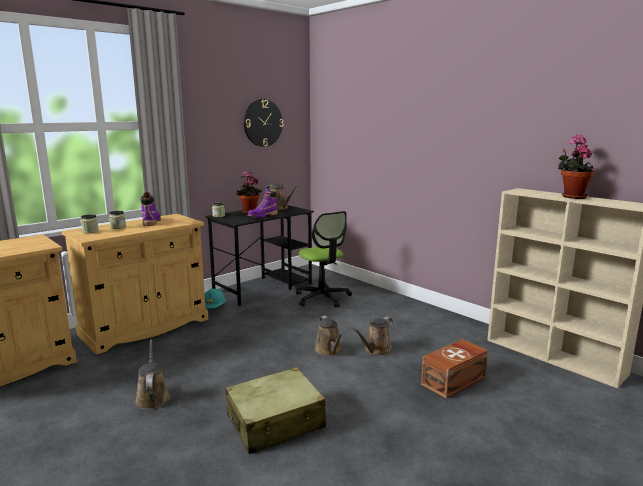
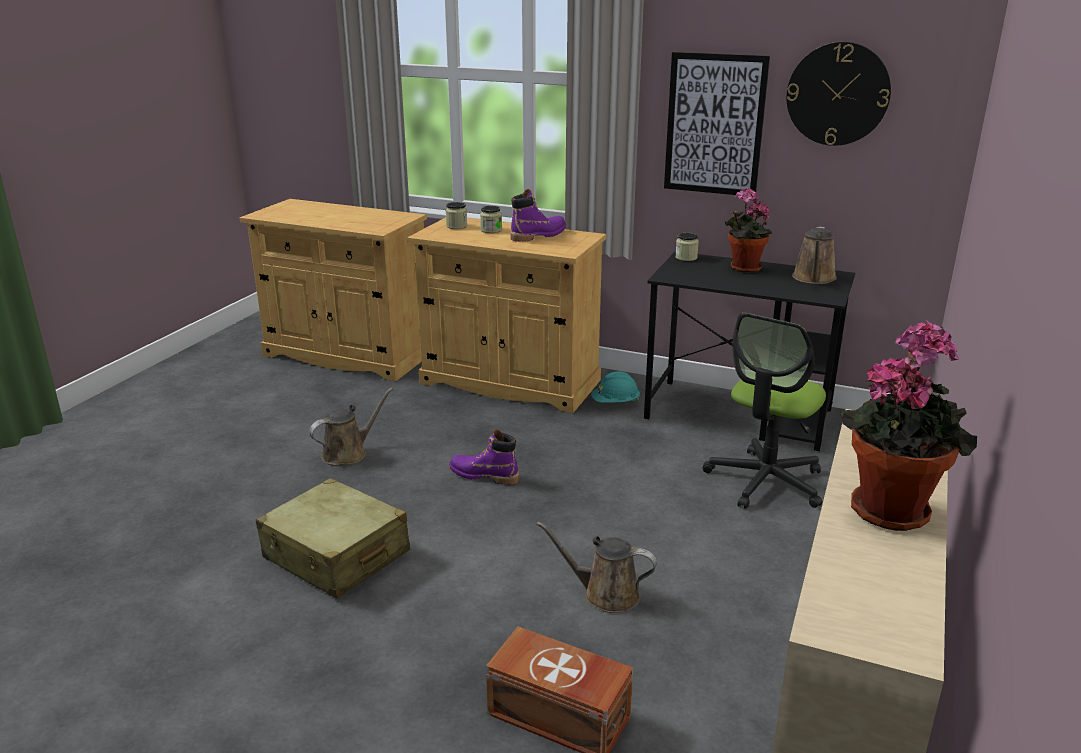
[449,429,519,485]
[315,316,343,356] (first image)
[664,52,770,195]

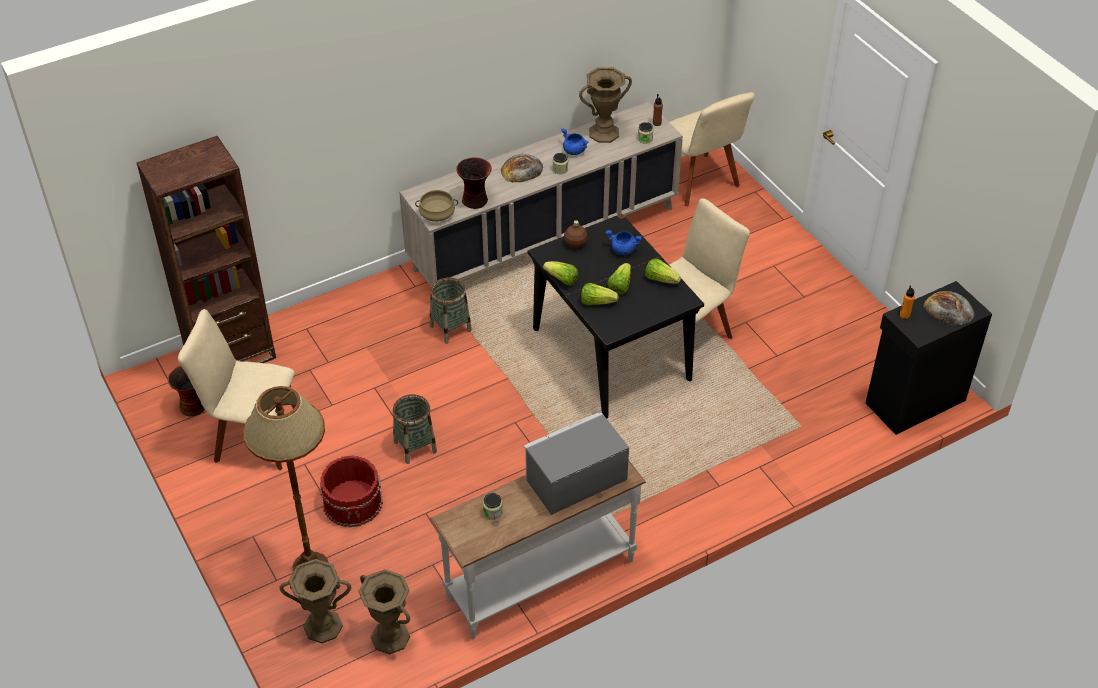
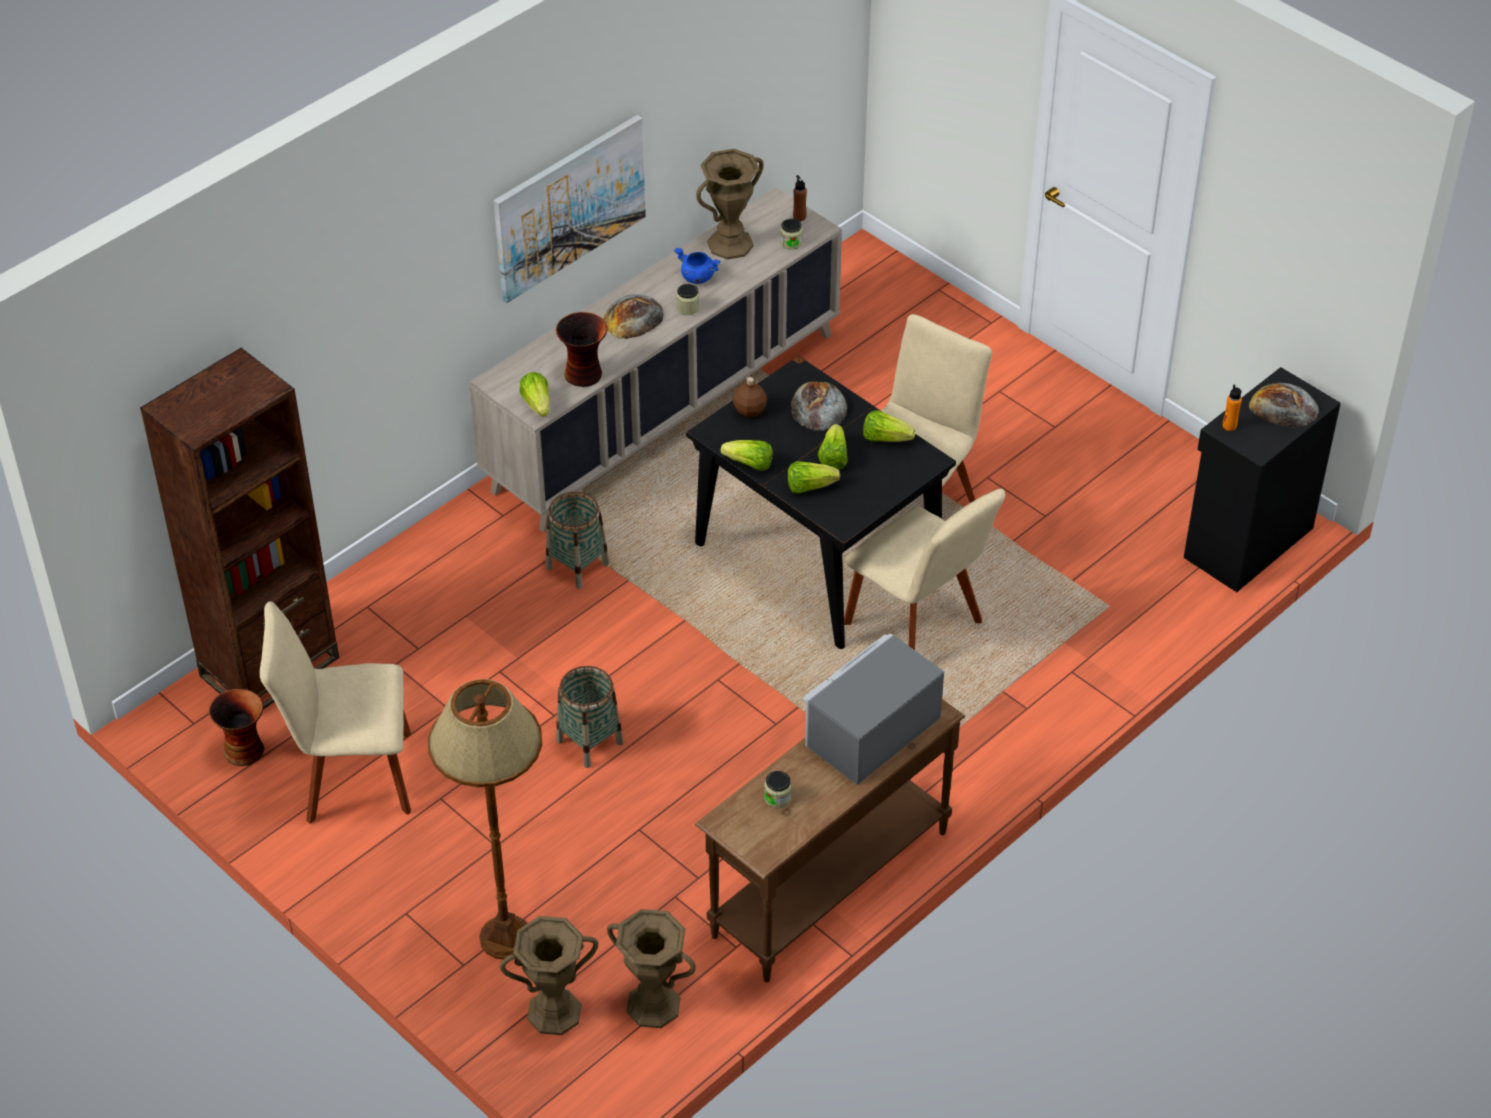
[320,455,383,527] (first image)
[520,372,549,417]
[695,699,965,982]
[791,382,847,431]
[844,489,1006,650]
[494,115,646,303]

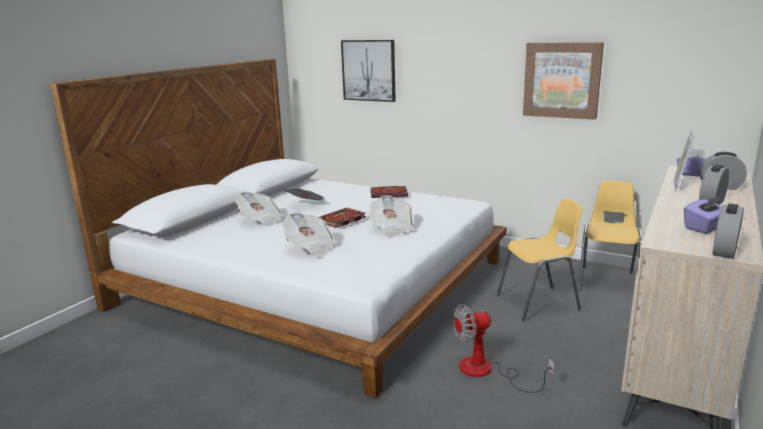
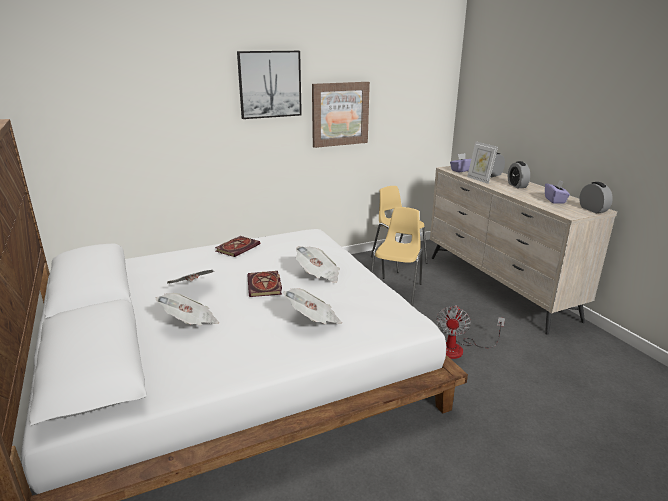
[237,51,302,119]

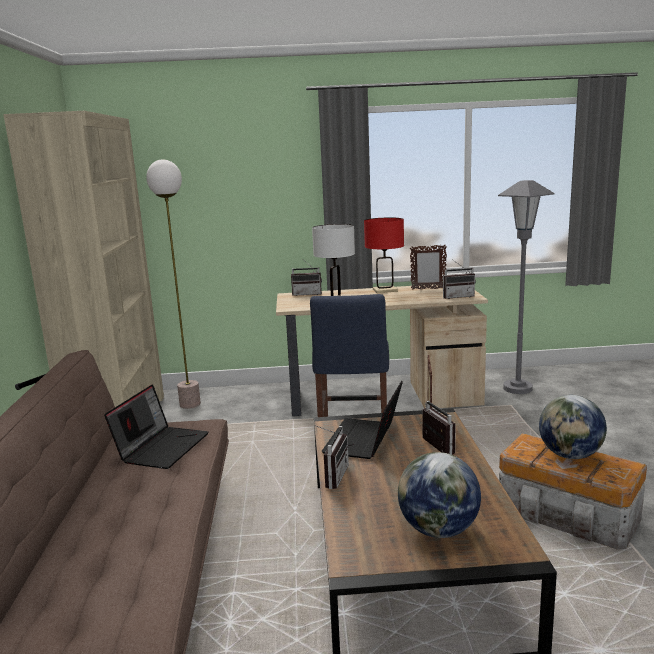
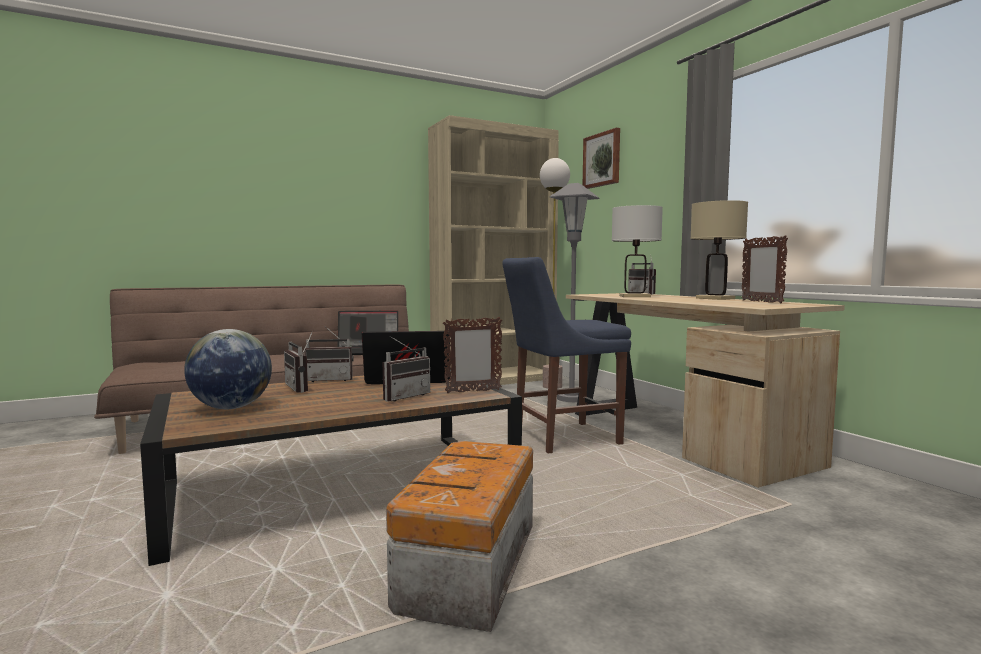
[690,200,748,300]
[284,331,313,393]
[550,183,600,402]
[539,395,607,459] (first image)
[583,128,620,189]

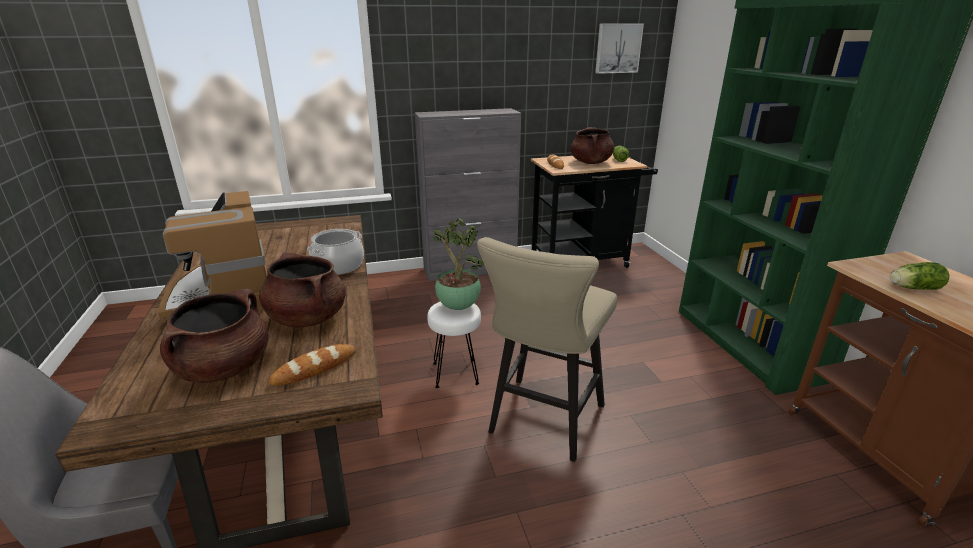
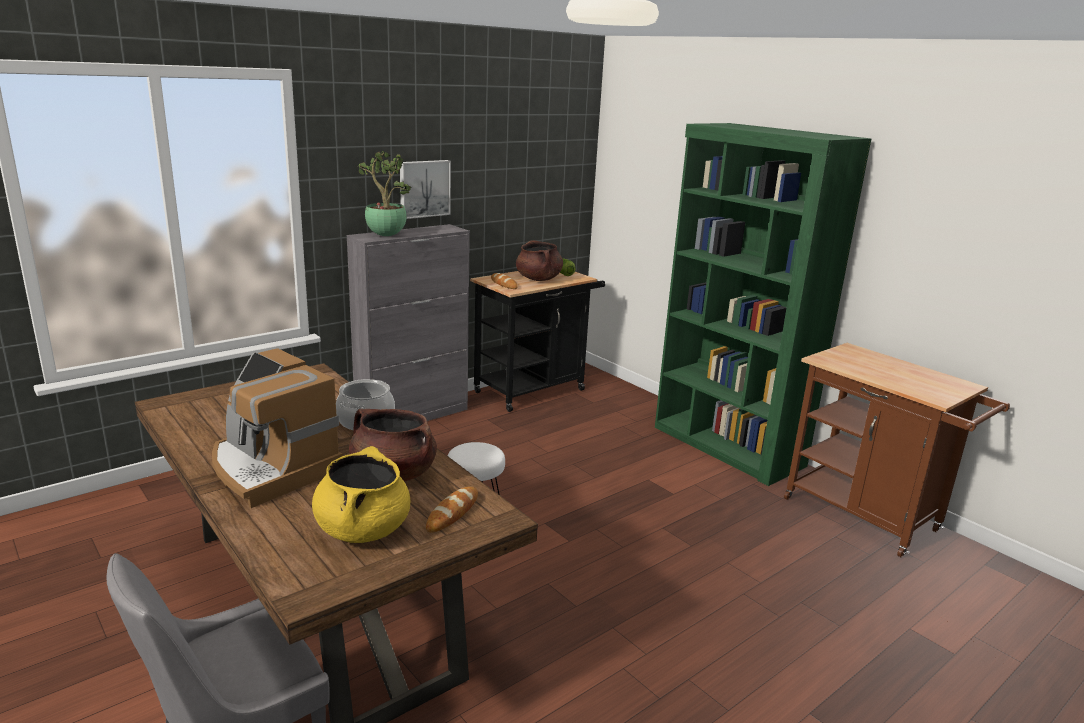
[312,446,411,543]
[358,151,412,236]
[477,237,617,462] (first image)
[400,160,451,219]
[890,262,950,290] (first image)

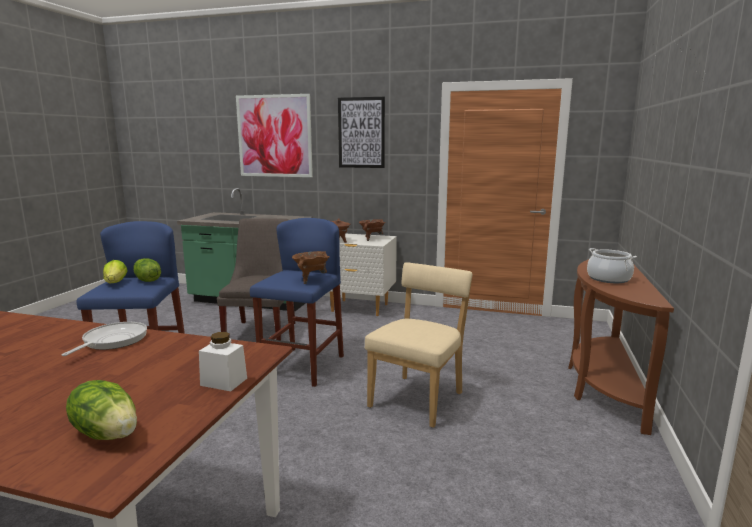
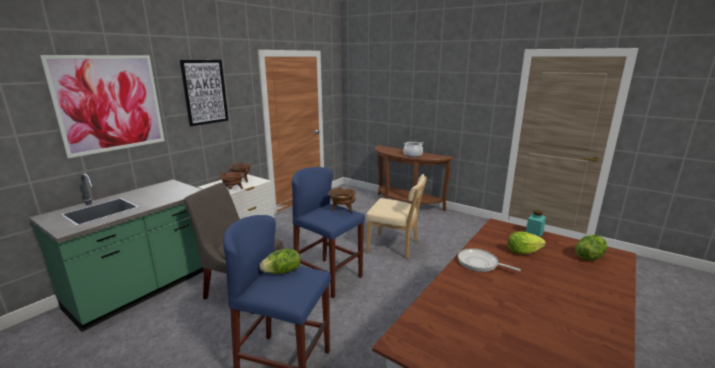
[508,231,546,254]
[526,210,546,237]
[366,174,427,259]

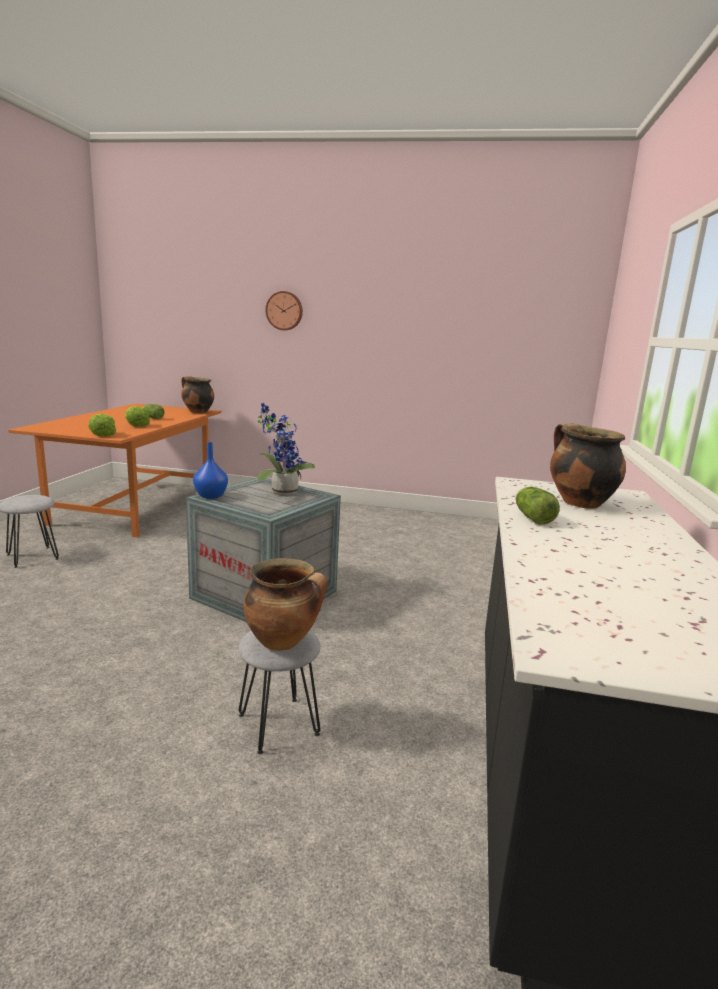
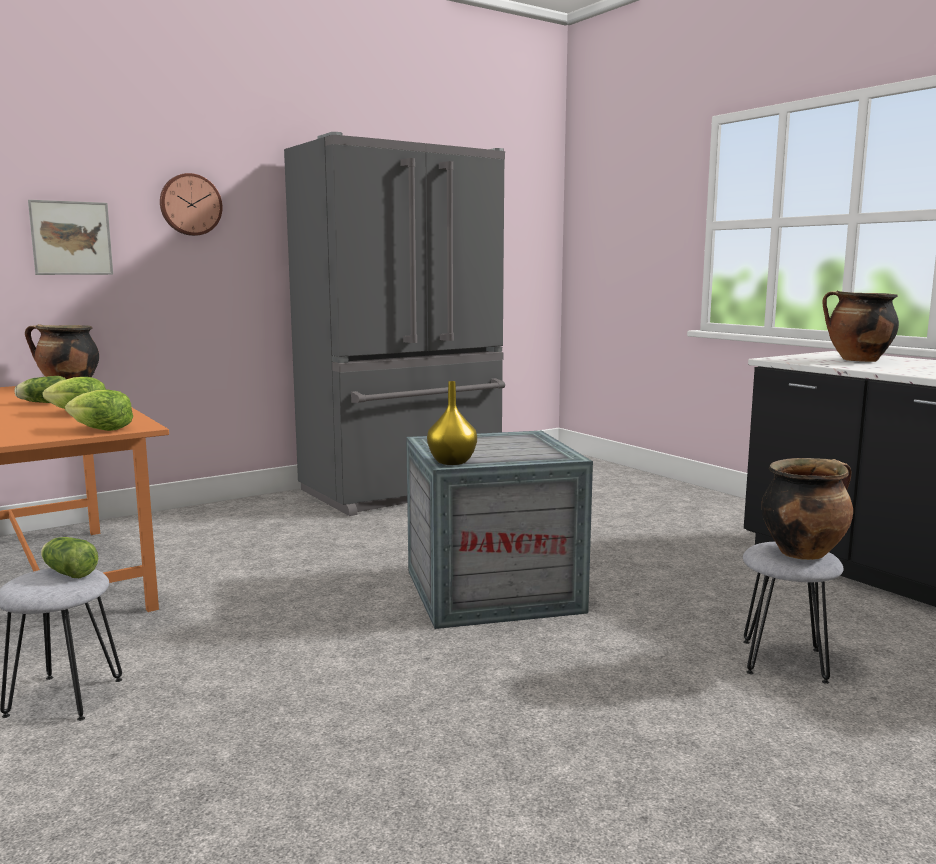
[427,381,477,465]
[258,403,315,495] (first image)
[41,537,98,578]
[28,200,113,275]
[284,132,505,516]

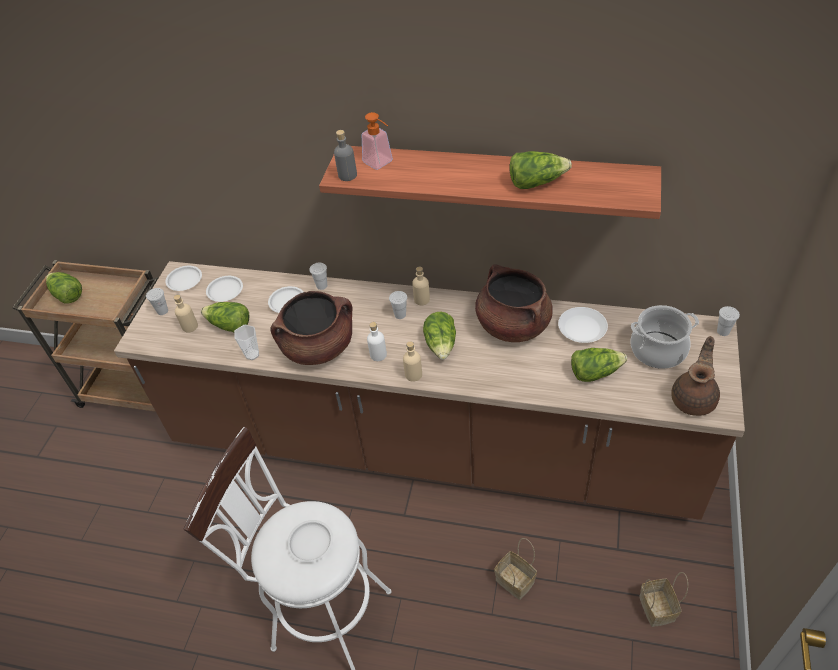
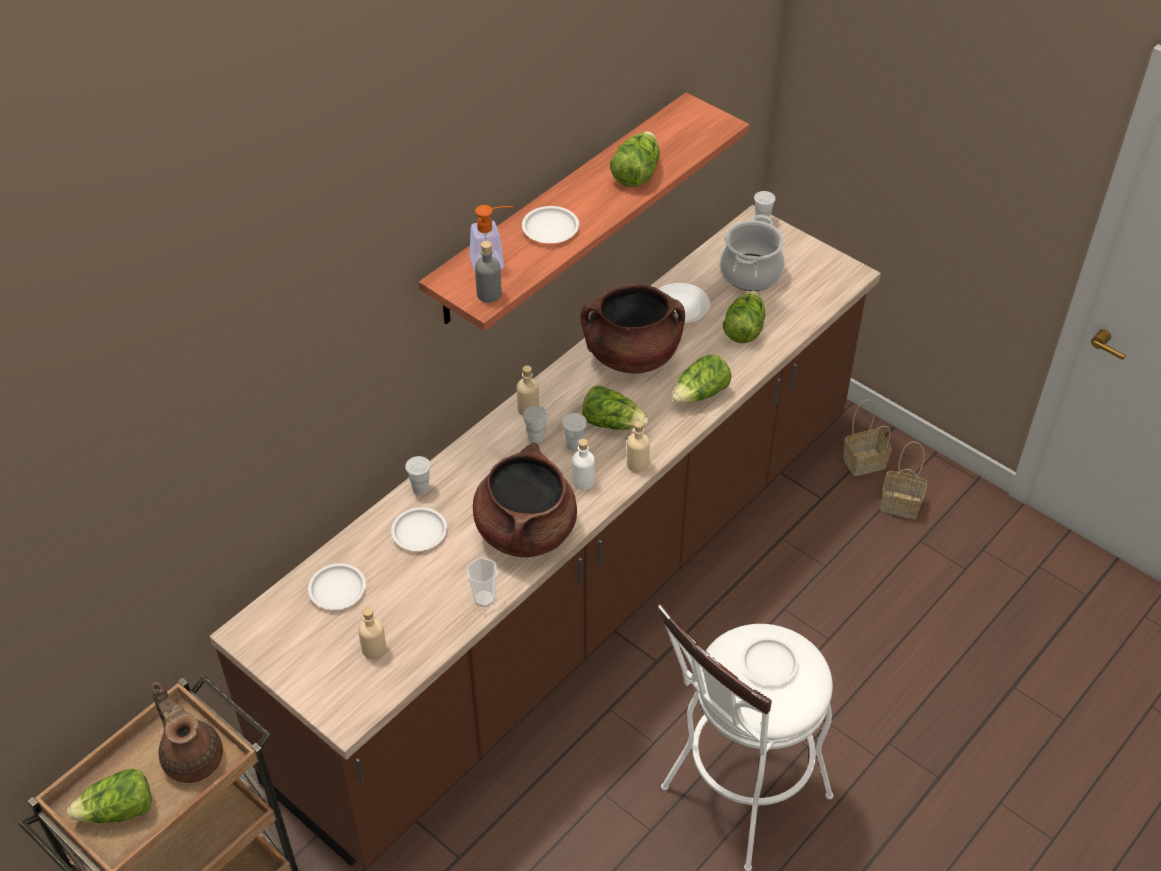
[562,413,587,451]
[522,206,579,243]
[672,355,731,403]
[843,399,892,476]
[152,682,223,783]

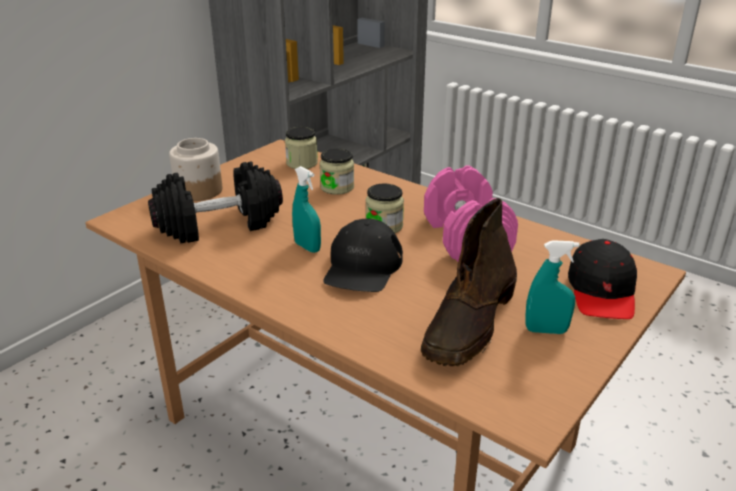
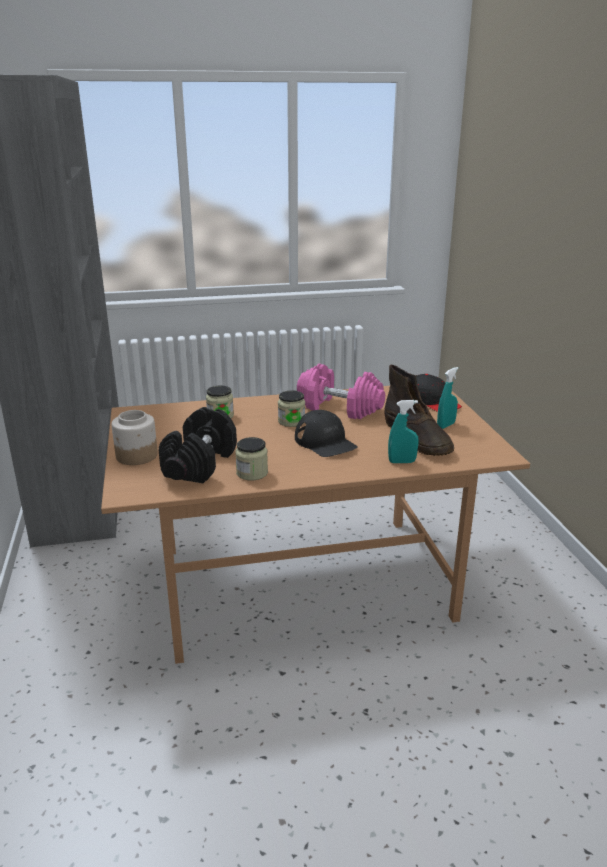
[235,437,268,481]
[388,400,419,463]

